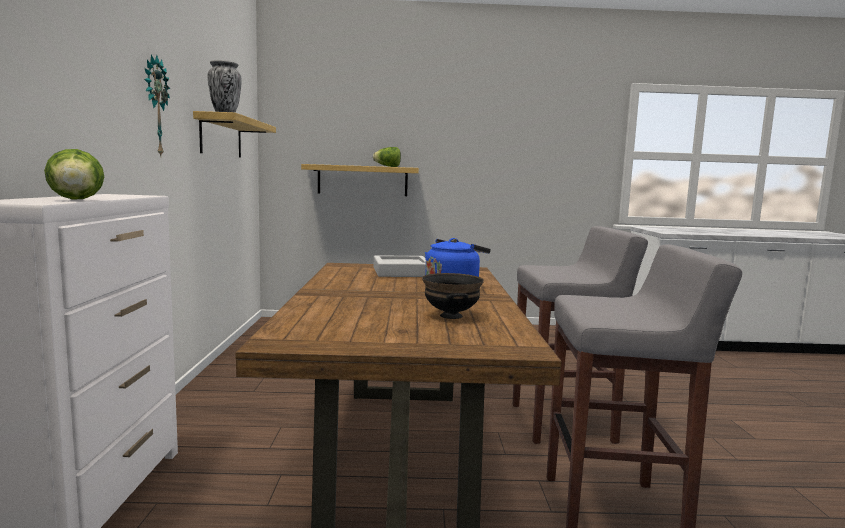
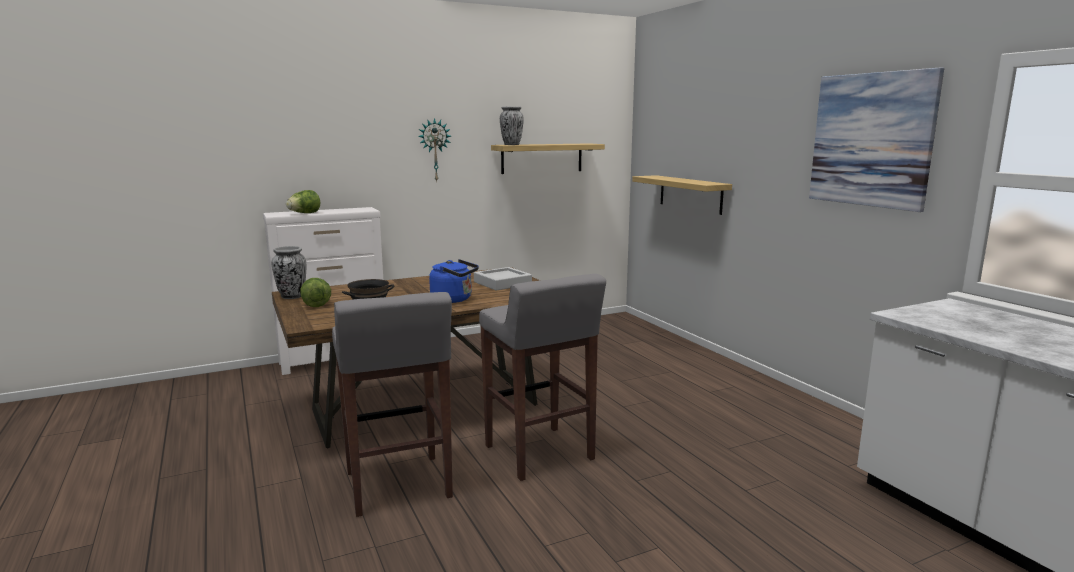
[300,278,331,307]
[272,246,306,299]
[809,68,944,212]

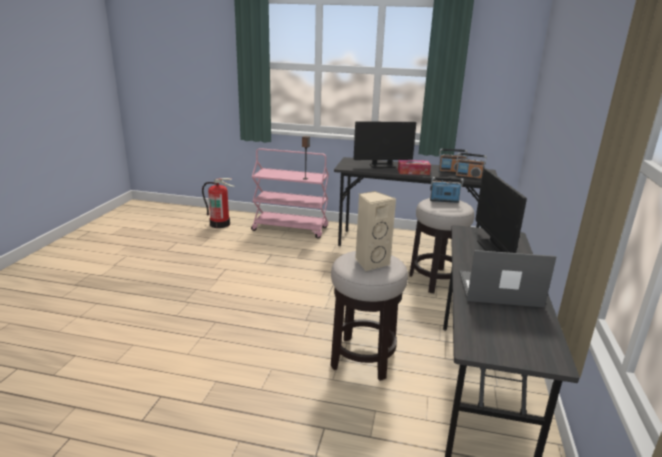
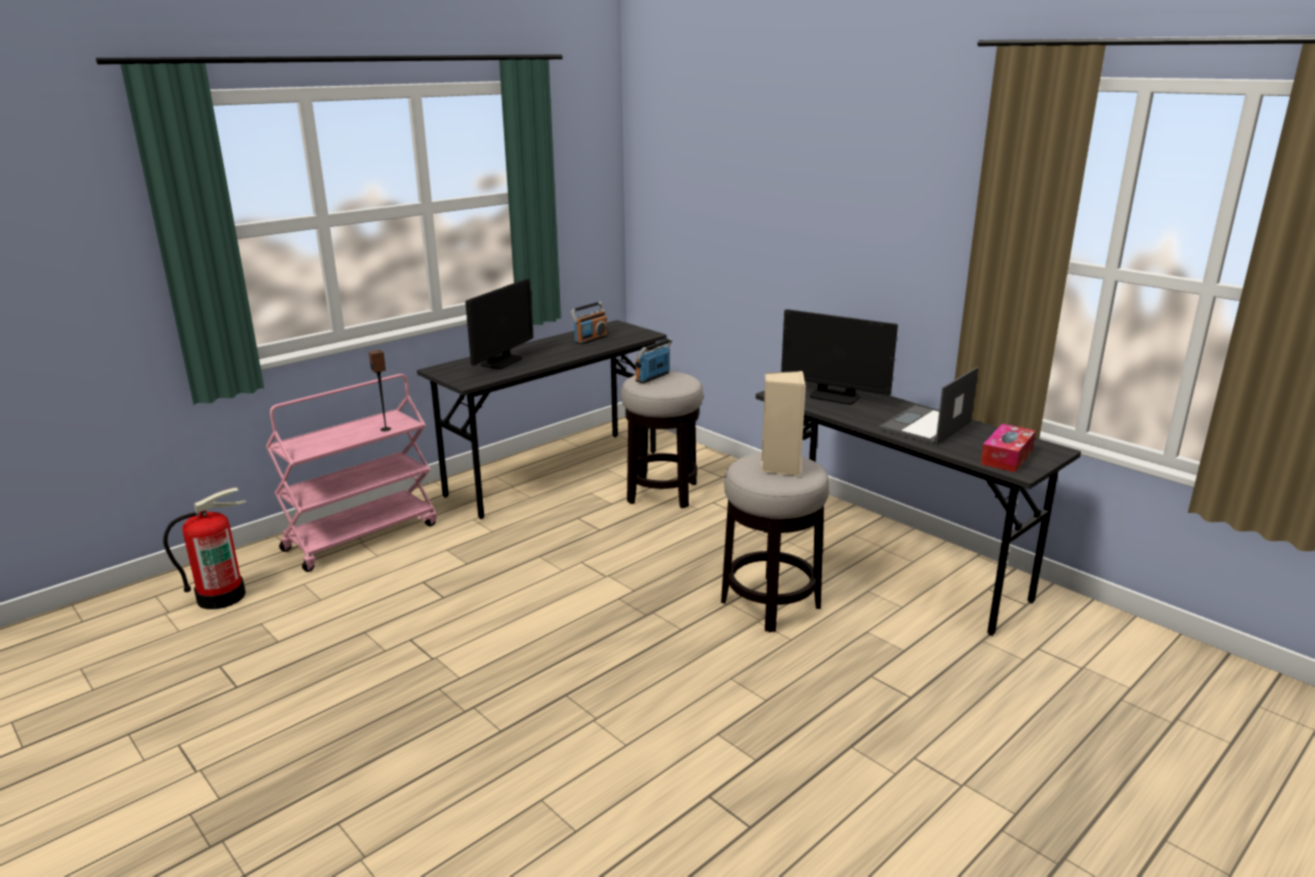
[981,424,1036,472]
[455,152,487,180] (first image)

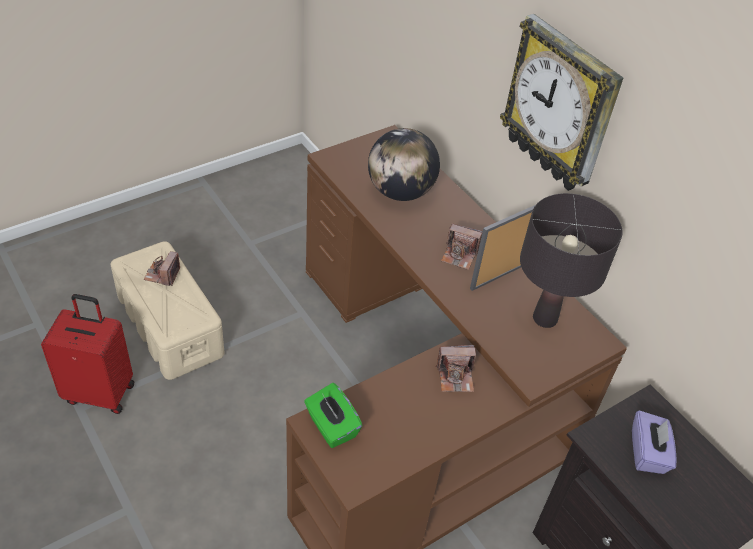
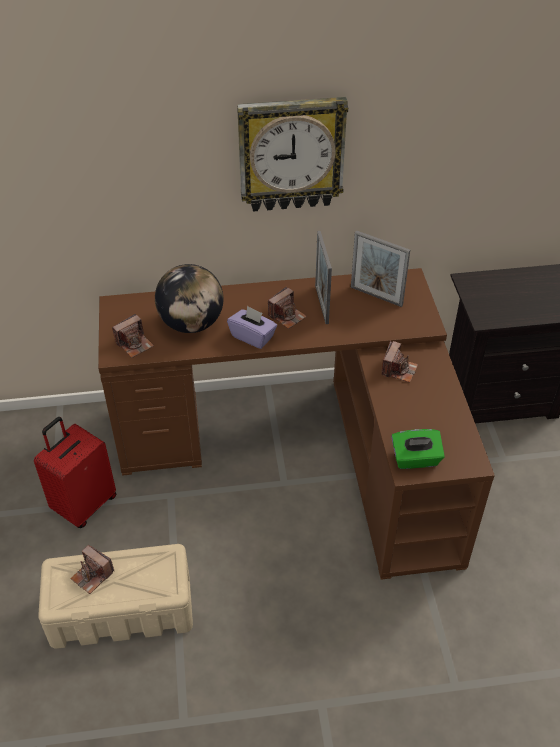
[34,417,116,528]
[351,230,410,307]
[227,305,277,349]
[112,314,154,358]

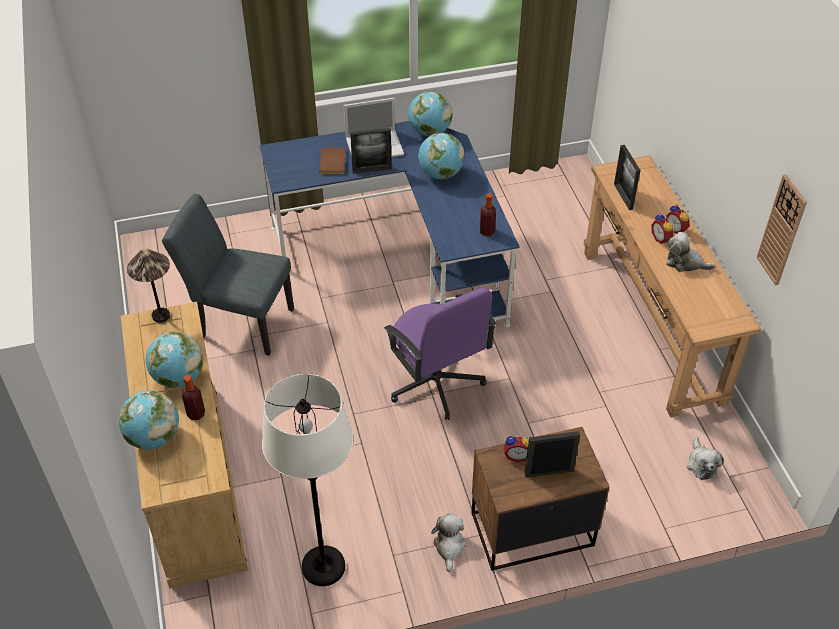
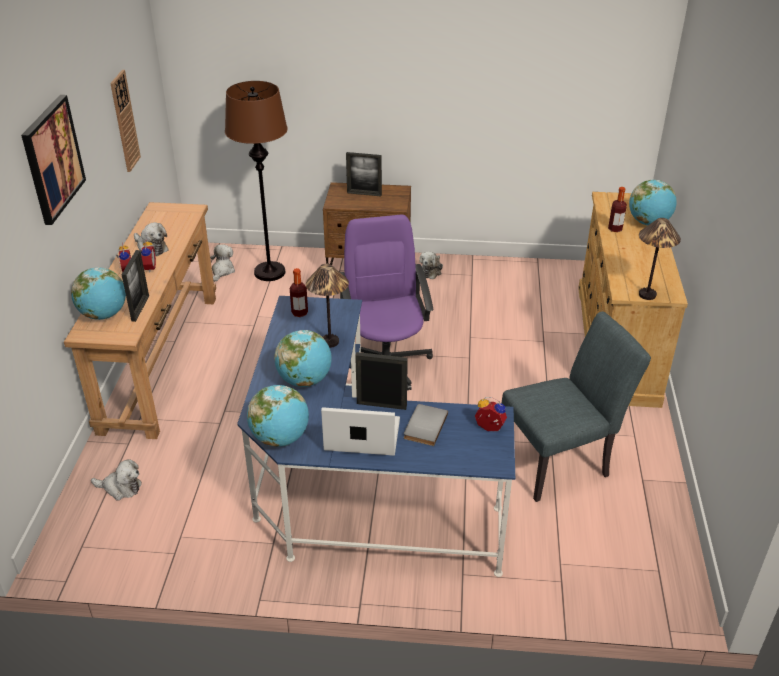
[71,267,126,320]
[502,312,651,502]
[262,374,353,586] (first image)
[404,404,448,446]
[475,397,507,431]
[21,95,86,225]
[91,459,142,500]
[225,81,288,281]
[306,264,349,348]

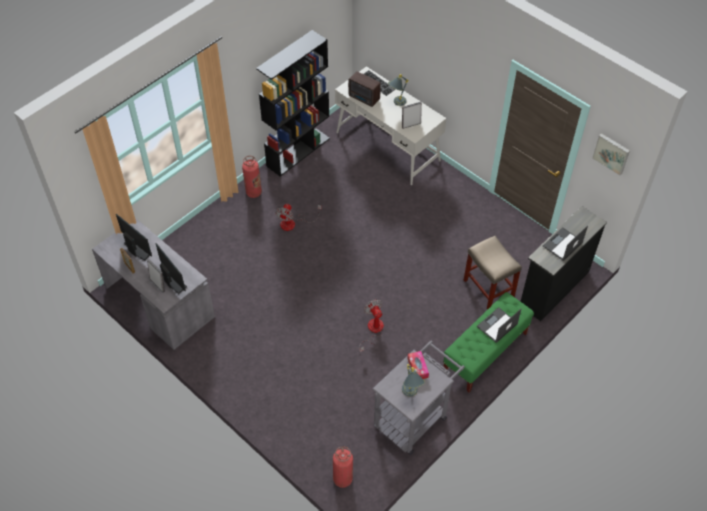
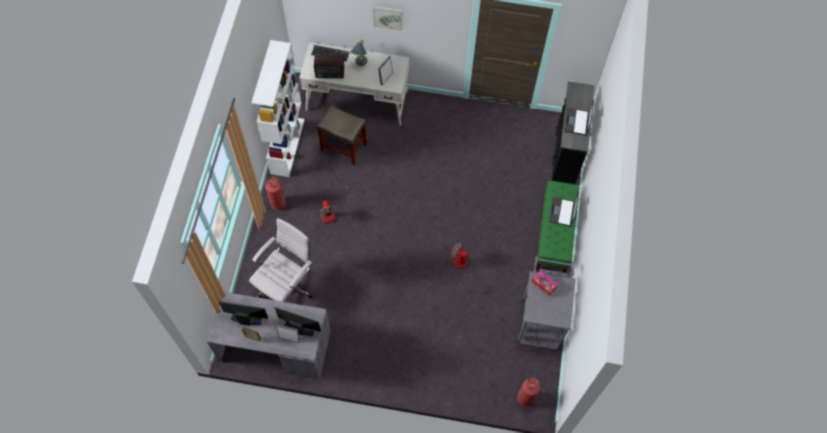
[251,40,305,177]
[402,364,425,396] (first image)
[317,105,367,165]
[373,5,403,31]
[249,218,313,302]

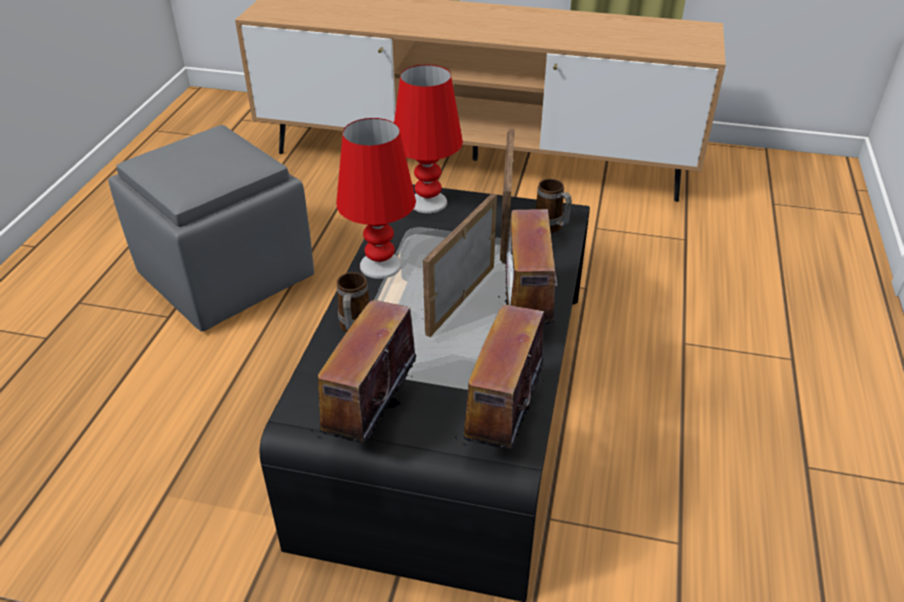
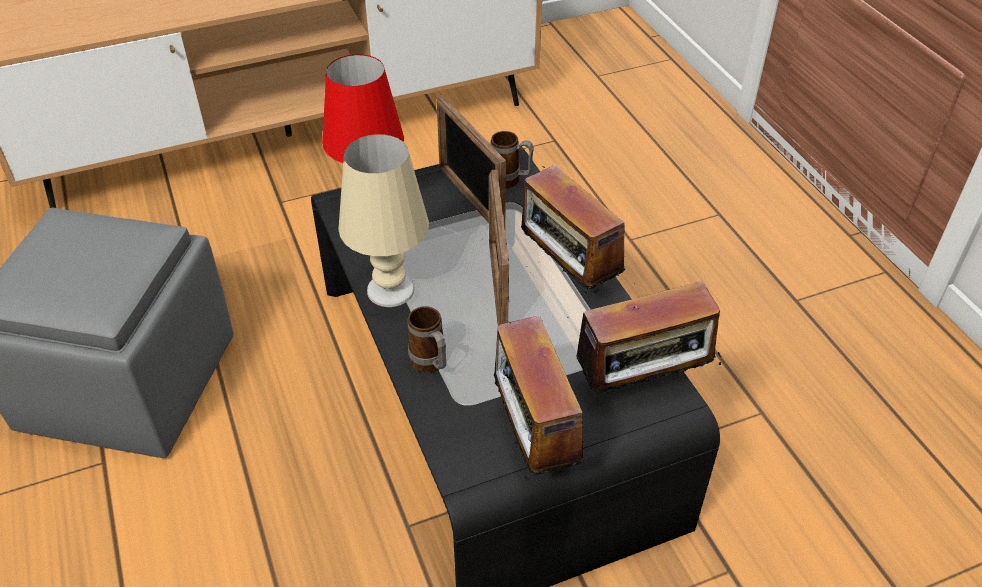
[338,134,429,307]
[576,281,721,408]

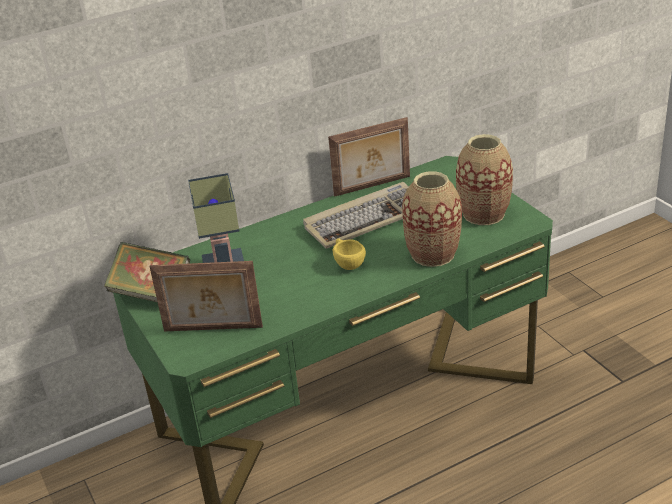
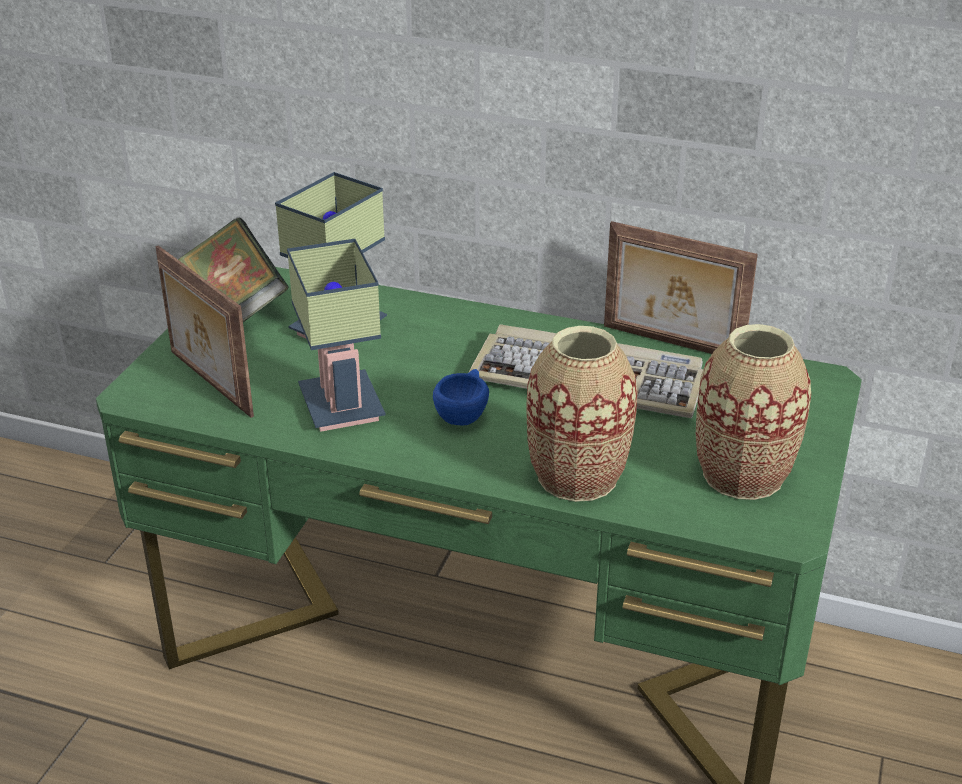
[433,369,489,426]
[287,239,385,432]

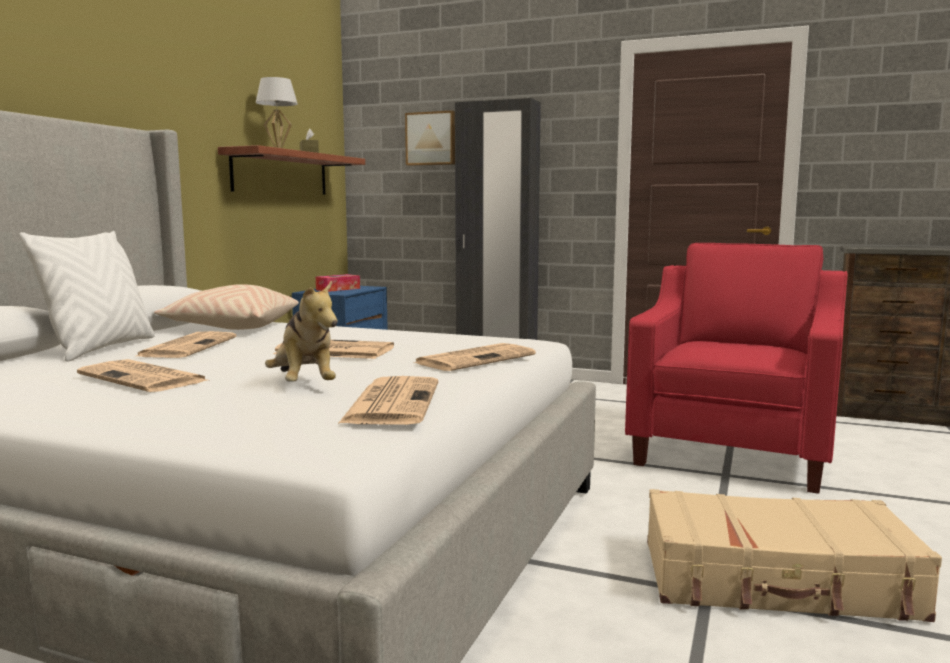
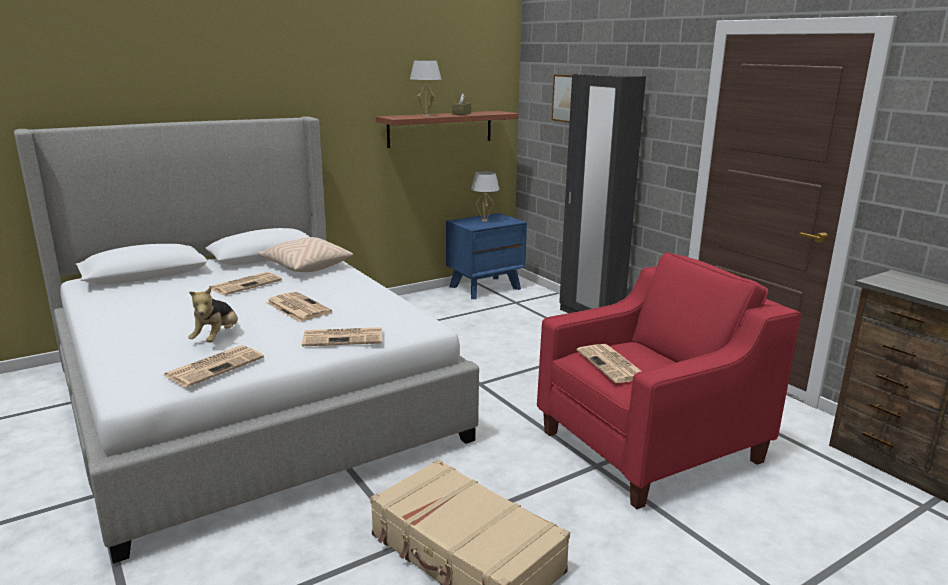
[19,231,155,362] (first image)
[577,344,641,383]
[471,171,500,222]

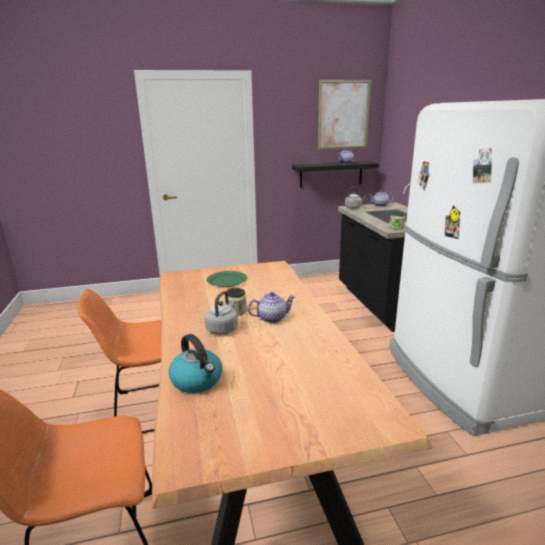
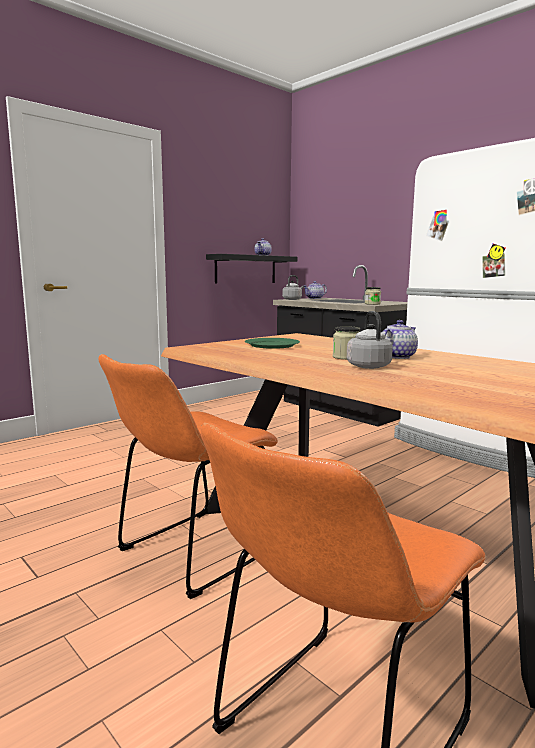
[169,334,222,393] (first image)
[317,80,371,150] (first image)

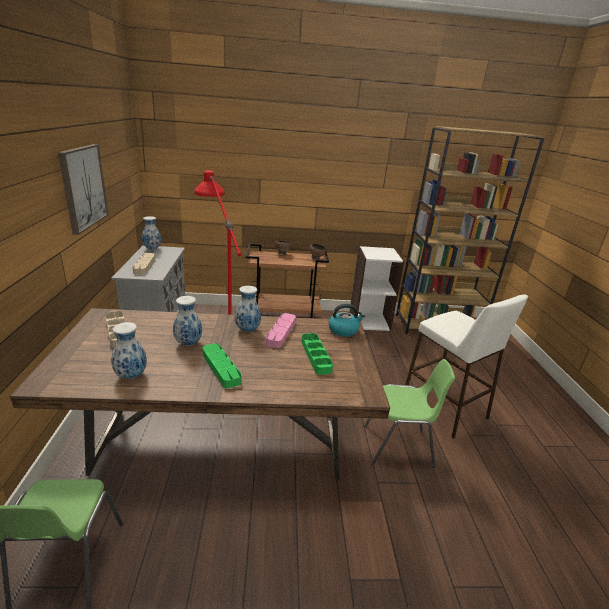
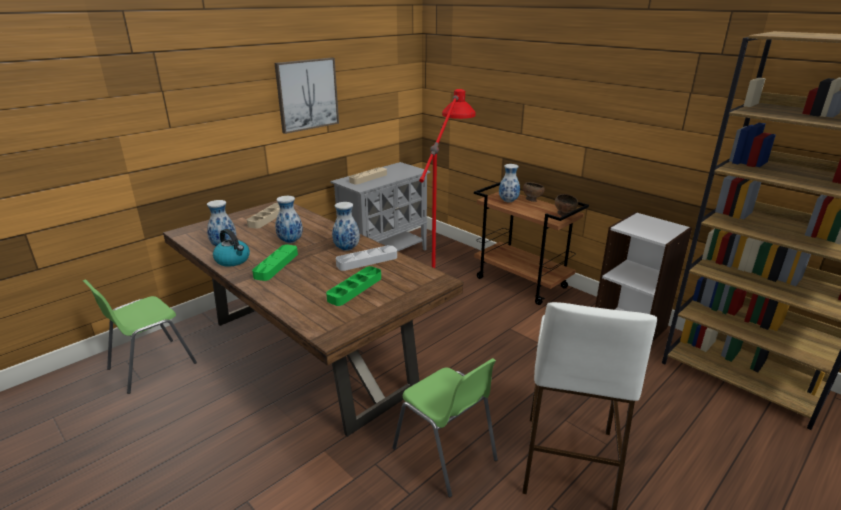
[499,164,520,202]
[336,245,397,271]
[213,229,250,267]

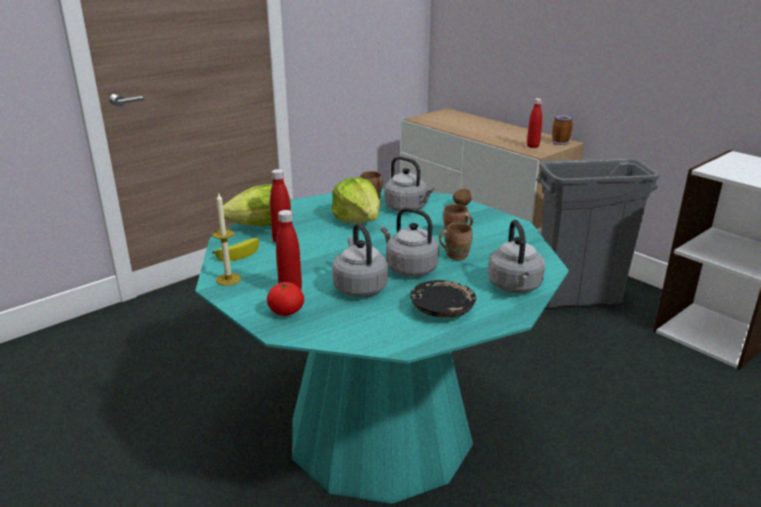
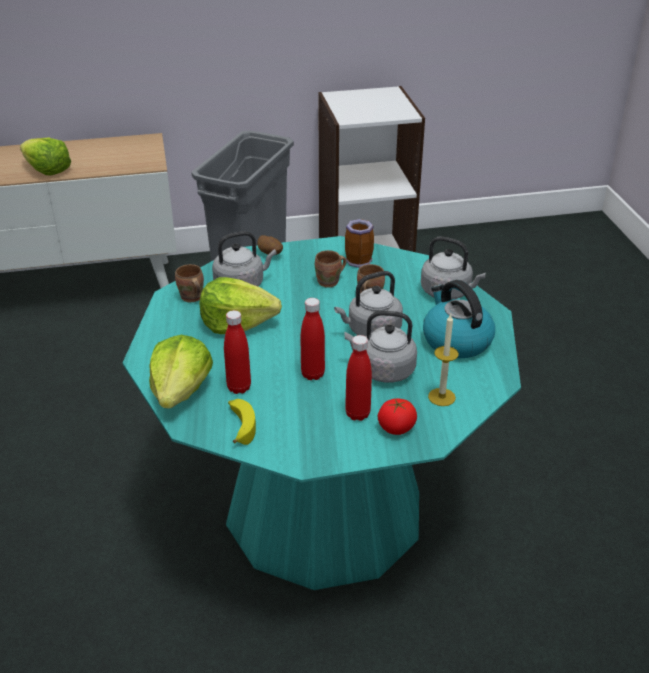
[428,314,459,406]
[423,280,495,358]
[300,298,325,380]
[345,219,374,268]
[20,137,71,176]

